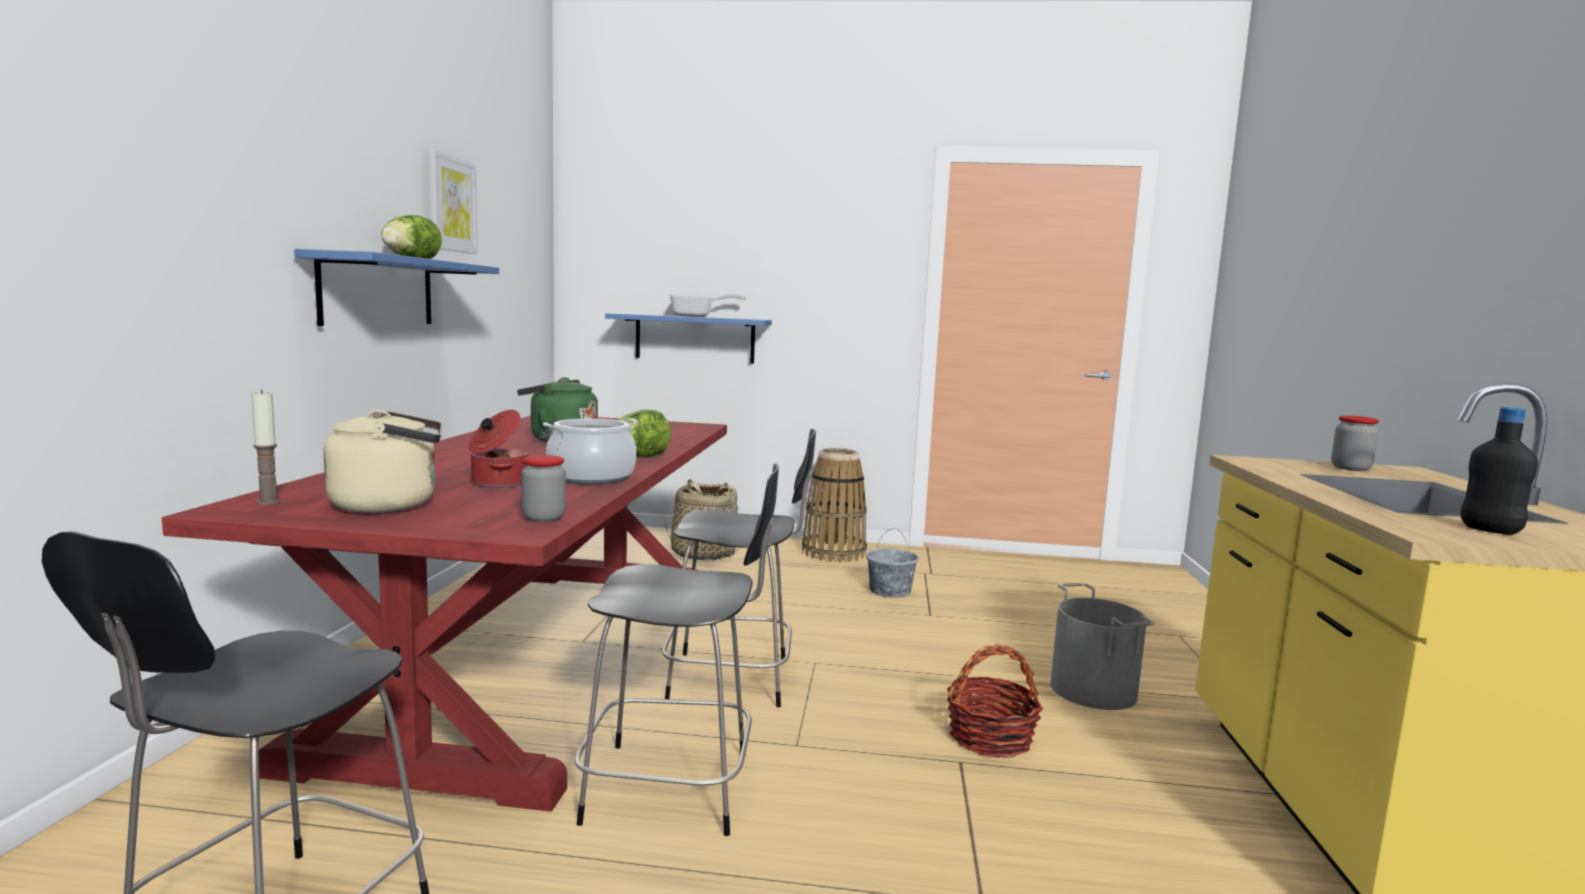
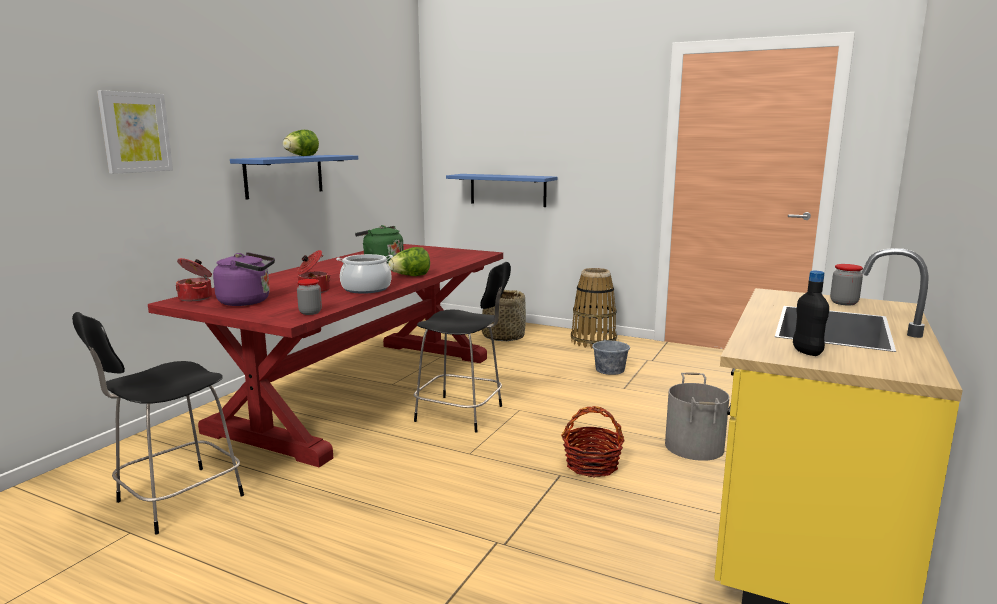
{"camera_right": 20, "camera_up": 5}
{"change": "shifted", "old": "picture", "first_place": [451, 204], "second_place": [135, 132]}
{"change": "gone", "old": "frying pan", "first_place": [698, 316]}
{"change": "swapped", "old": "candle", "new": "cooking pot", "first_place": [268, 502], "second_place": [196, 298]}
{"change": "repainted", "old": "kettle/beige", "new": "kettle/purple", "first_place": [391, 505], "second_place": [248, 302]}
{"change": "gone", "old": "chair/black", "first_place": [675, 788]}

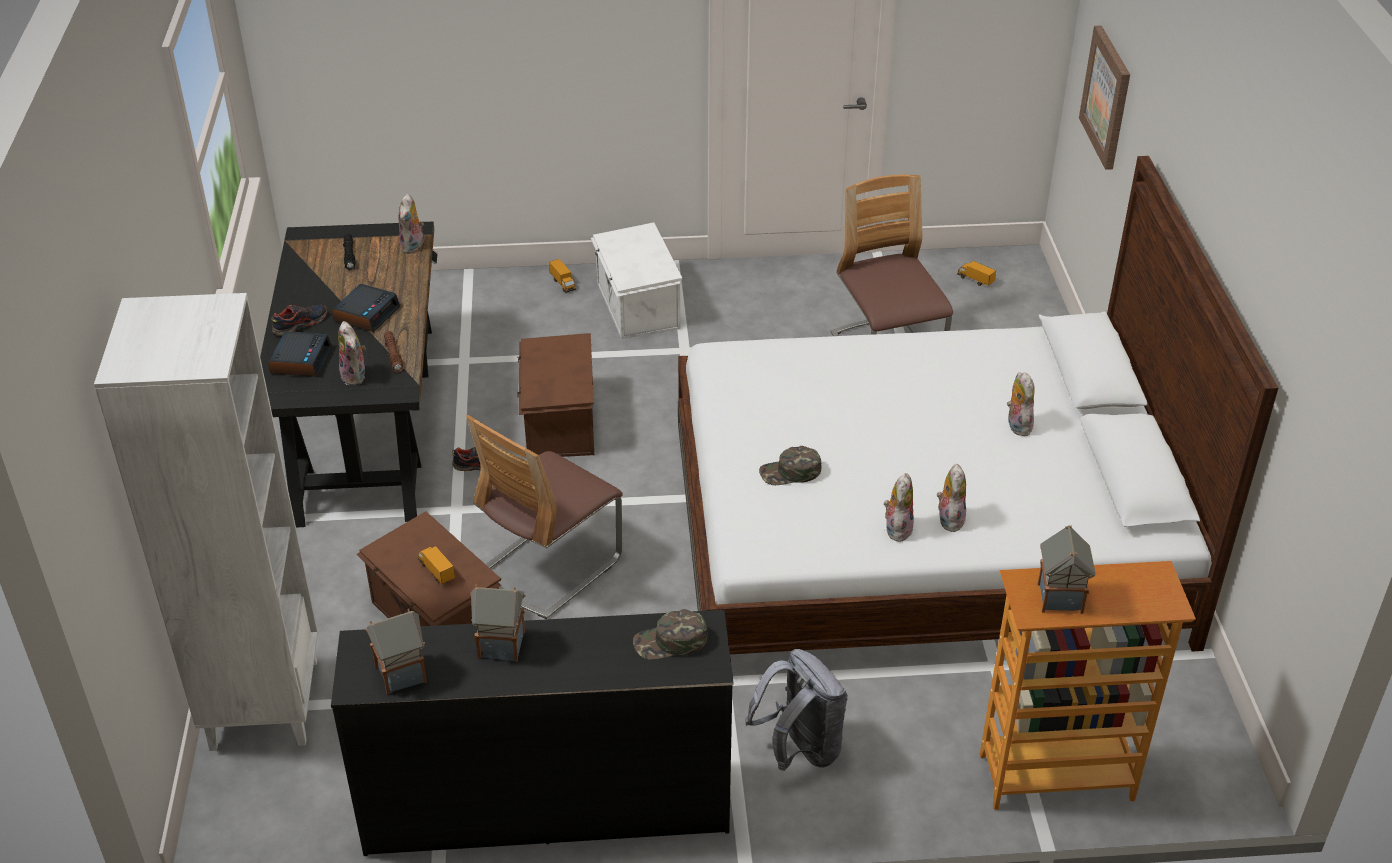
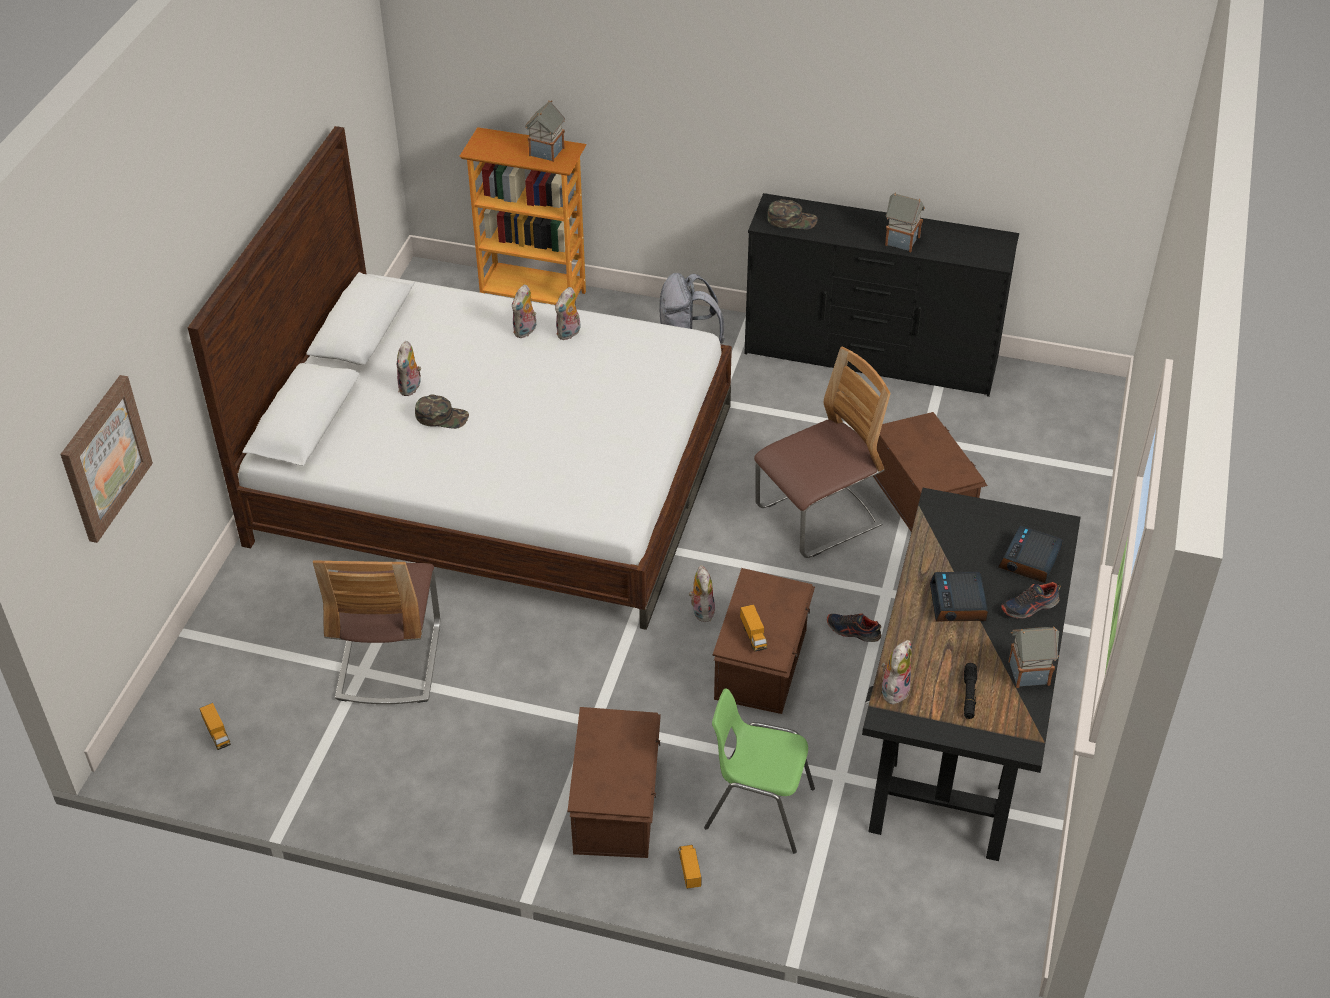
{"camera_right": -160, "camera_up": 5}
{"change": "repainted", "old": "storage box/white", "new": "storage box/brown", "first_place": [636, 306], "second_place": [617, 804]}
{"change": "rotated", "old": "alarm clock", "first_place": [367, 314], "second_place": [958, 603], "degrees": -45}
{"change": "gone", "old": "bookcase/white", "first_place": [263, 703]}
{"change": "shifted", "old": "plush toy", "first_place": [356, 376], "second_place": [701, 610]}
{"change": "gone", "old": "flashlight/brown", "first_place": [393, 355]}
{"change": "shifted", "old": "cap/green", "first_place": [790, 472], "second_place": [442, 417]}
{"change": "shifted", "old": "toy truck", "first_place": [436, 571], "second_place": [753, 635]}
{"change": "shifted", "old": "toy house", "first_place": [402, 673], "second_place": [1027, 673]}
{"change": "new", "new": "chair/green", "second_place": [758, 808]}

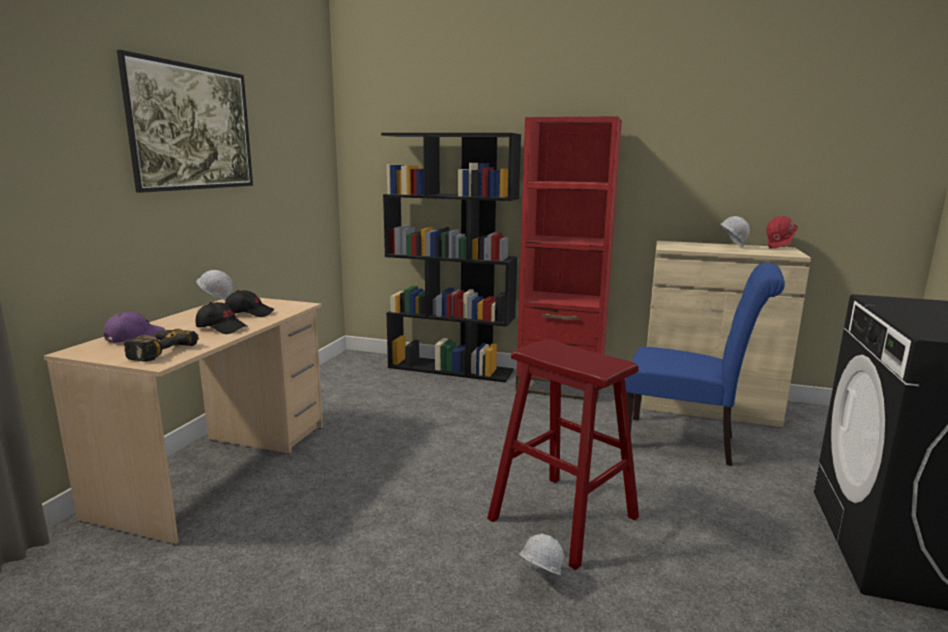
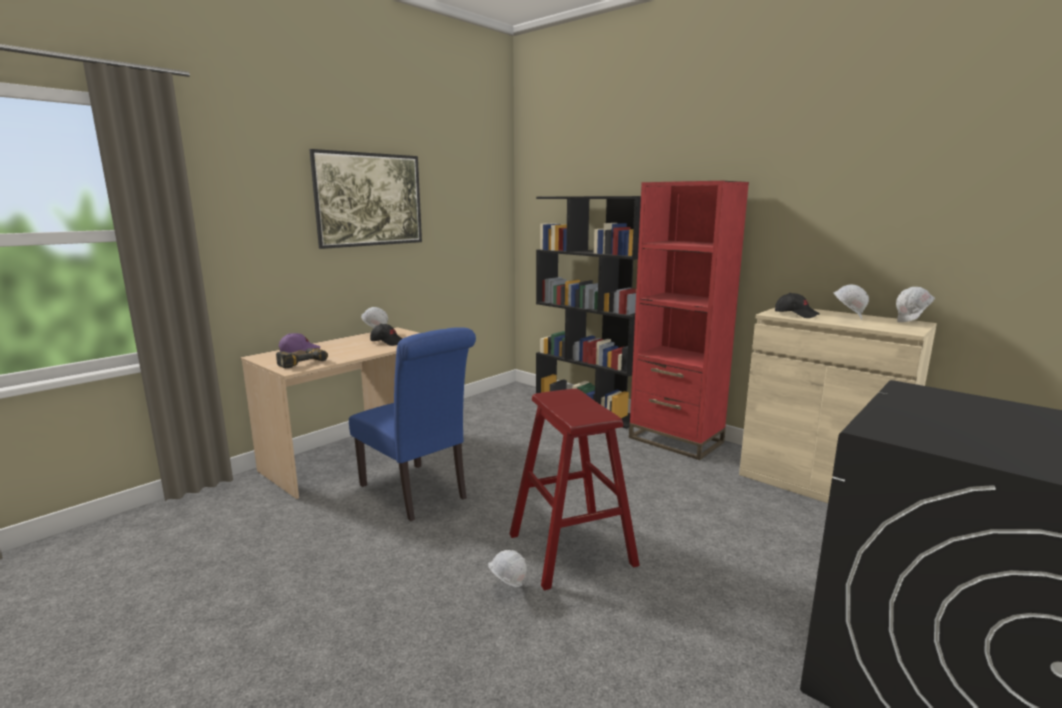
{"camera_right": 25, "camera_up": 0}
{"change": "repainted", "old": "hard hat/red", "new": "hard hat/white", "first_place": [779, 248], "second_place": [912, 322]}
{"change": "shifted", "old": "chair/blue", "first_place": [687, 442], "second_place": [417, 493]}
{"change": "shifted", "old": "cap/black", "first_place": [222, 328], "second_place": [796, 314]}

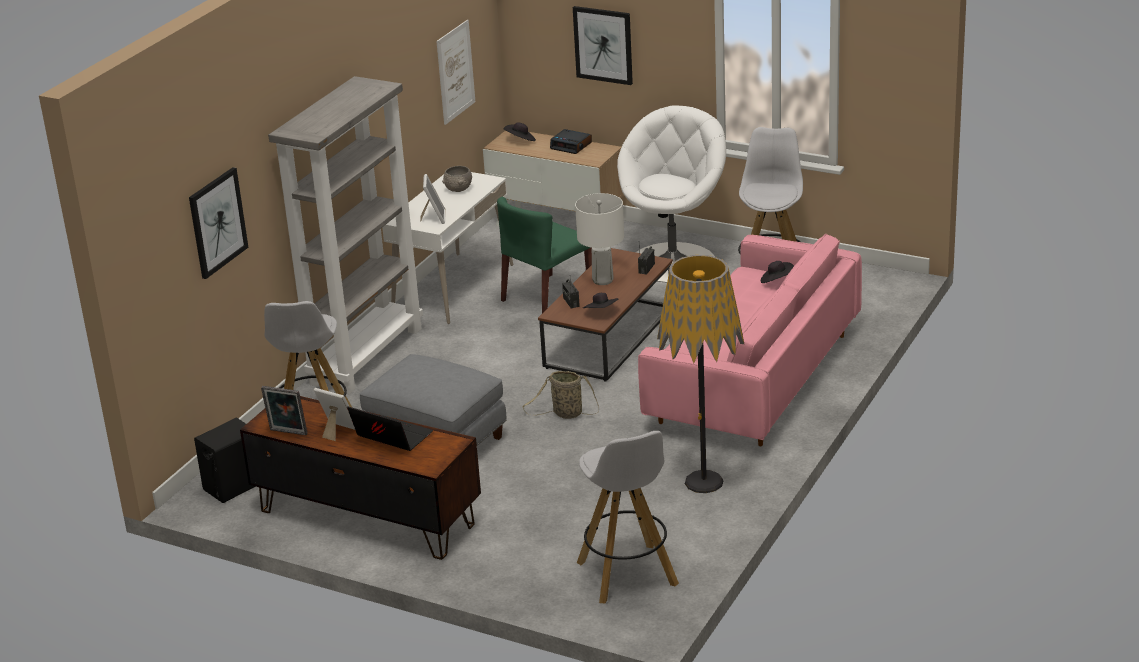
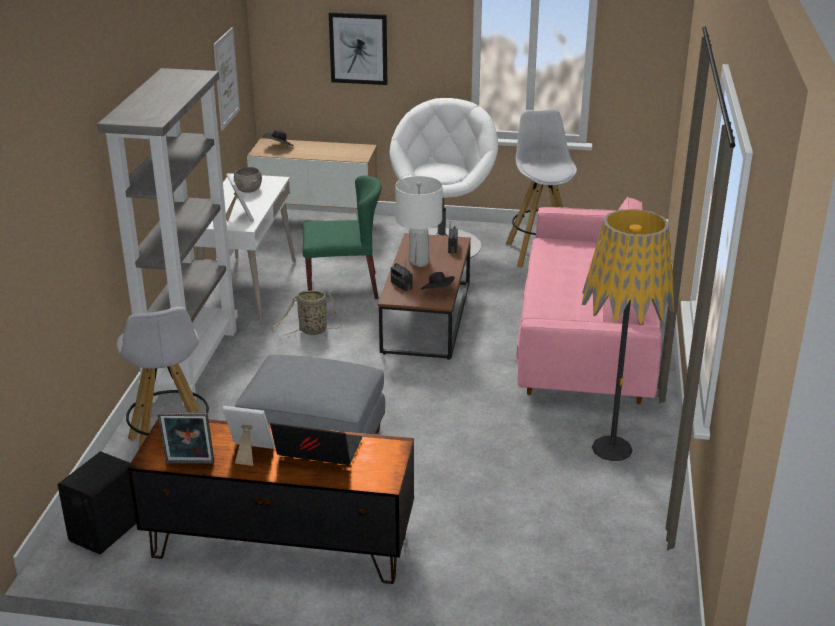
{"camera_right": -20, "camera_up": 0}
{"change": "gone", "old": "alarm clock", "first_place": [571, 146]}
{"change": "gone", "old": "picture", "first_place": [217, 222]}
{"change": "rotated", "old": "chair/green", "first_place": [546, 296], "second_place": [343, 286], "degrees": -120}
{"change": "gone", "old": "hat/black", "first_place": [776, 281]}
{"change": "shifted", "old": "basket", "first_place": [565, 414], "second_place": [311, 331]}
{"change": "gone", "old": "stool/white", "first_place": [628, 575]}

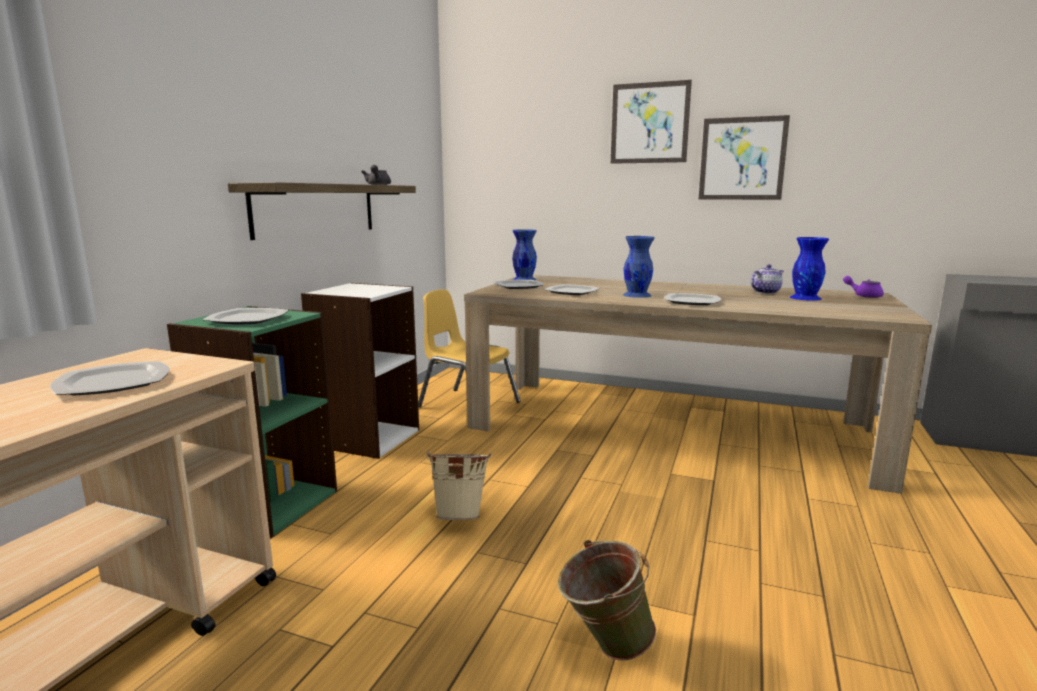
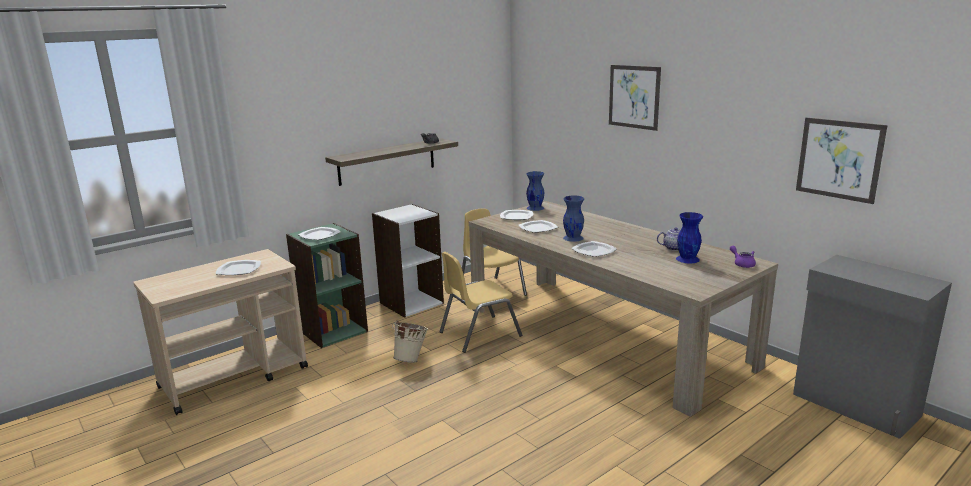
{"camera_right": 30, "camera_up": 5}
{"change": "shifted", "old": "picture", "first_place": [742, 159], "second_place": [839, 159]}
{"change": "gone", "old": "bucket/green", "first_place": [603, 646]}
{"change": "new", "new": "chair/yellow", "second_place": [479, 334]}

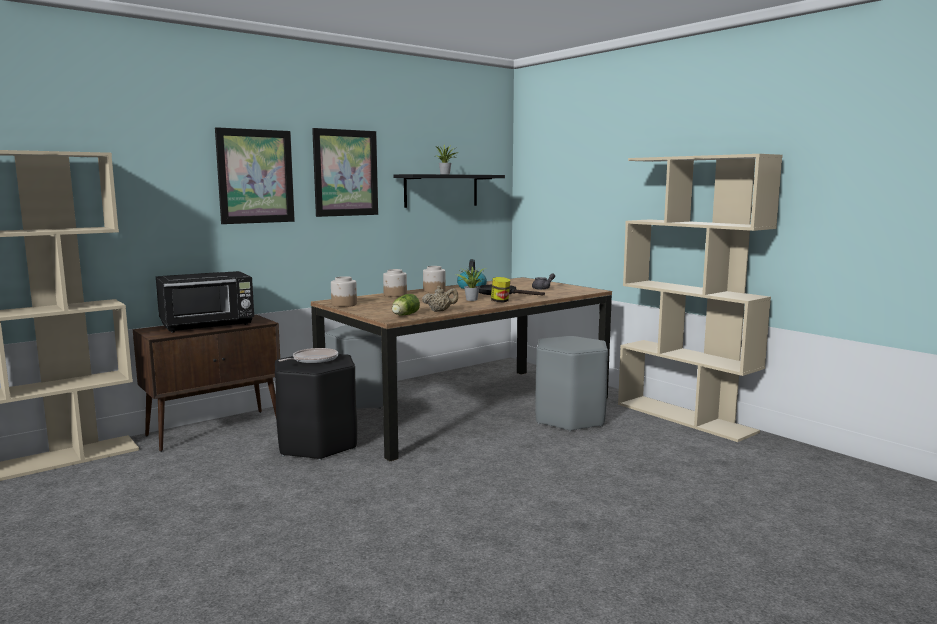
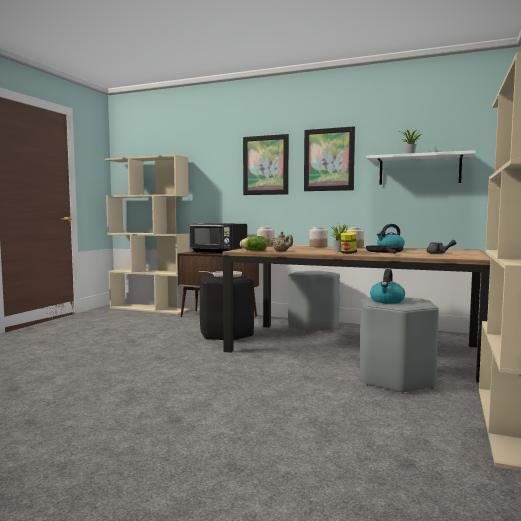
{"camera_right": 60, "camera_up": -5}
{"change": "repainted", "old": "shelf/black", "new": "shelf/white", "first_place": [441, 190], "second_place": [419, 170]}
{"change": "new", "new": "kettle", "second_place": [387, 301]}

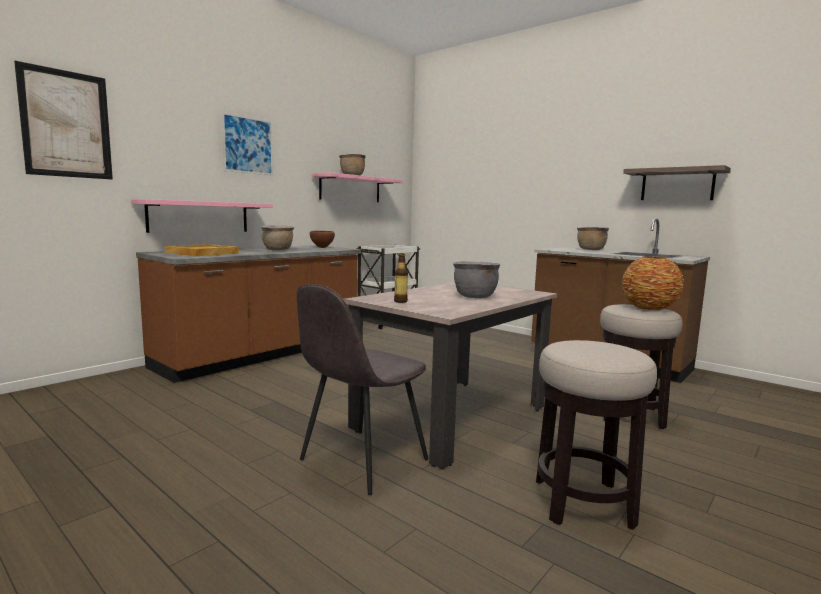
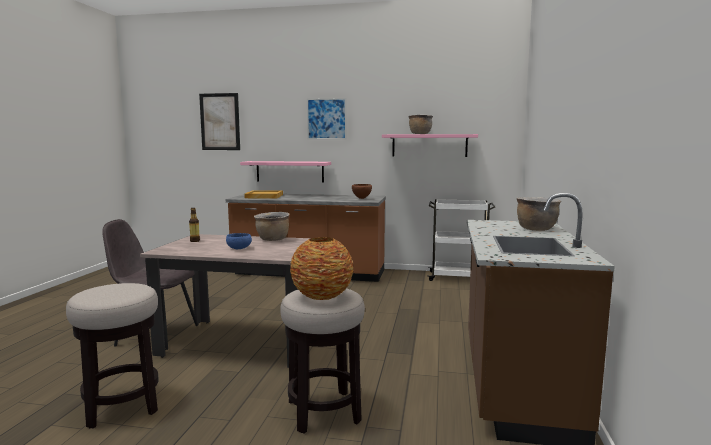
{"camera_right": 60, "camera_up": 0}
{"change": "gone", "old": "shelf", "first_place": [677, 185]}
{"change": "shifted", "old": "cooking pot/brown", "first_place": [278, 250], "second_place": [272, 240]}
{"change": "swapped", "old": "cooking pot/grey", "new": "bowl/blue", "first_place": [474, 297], "second_place": [238, 248]}

